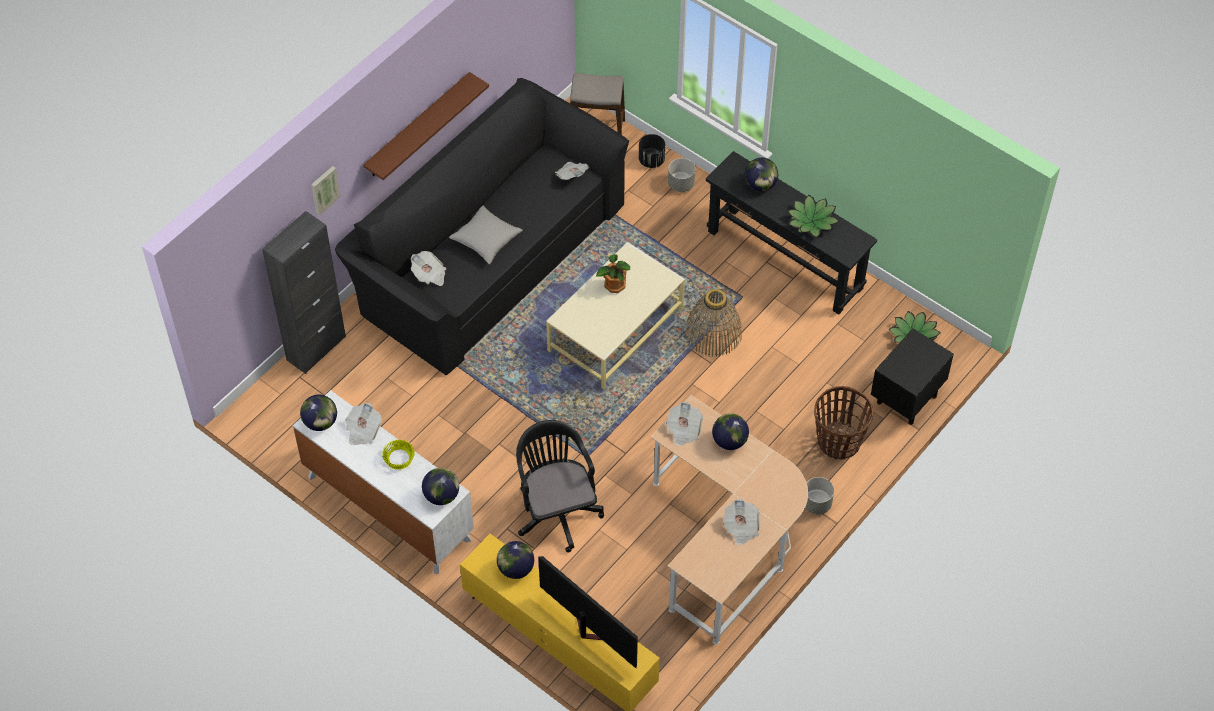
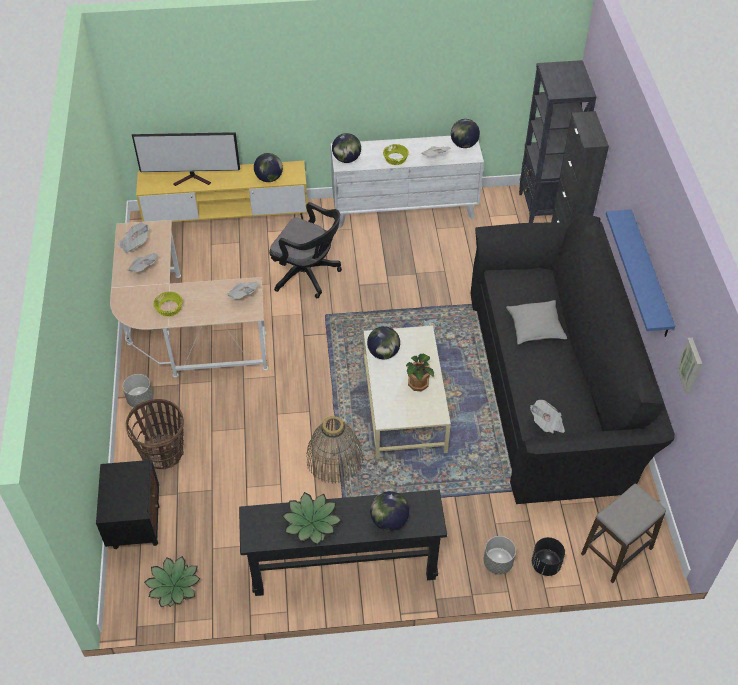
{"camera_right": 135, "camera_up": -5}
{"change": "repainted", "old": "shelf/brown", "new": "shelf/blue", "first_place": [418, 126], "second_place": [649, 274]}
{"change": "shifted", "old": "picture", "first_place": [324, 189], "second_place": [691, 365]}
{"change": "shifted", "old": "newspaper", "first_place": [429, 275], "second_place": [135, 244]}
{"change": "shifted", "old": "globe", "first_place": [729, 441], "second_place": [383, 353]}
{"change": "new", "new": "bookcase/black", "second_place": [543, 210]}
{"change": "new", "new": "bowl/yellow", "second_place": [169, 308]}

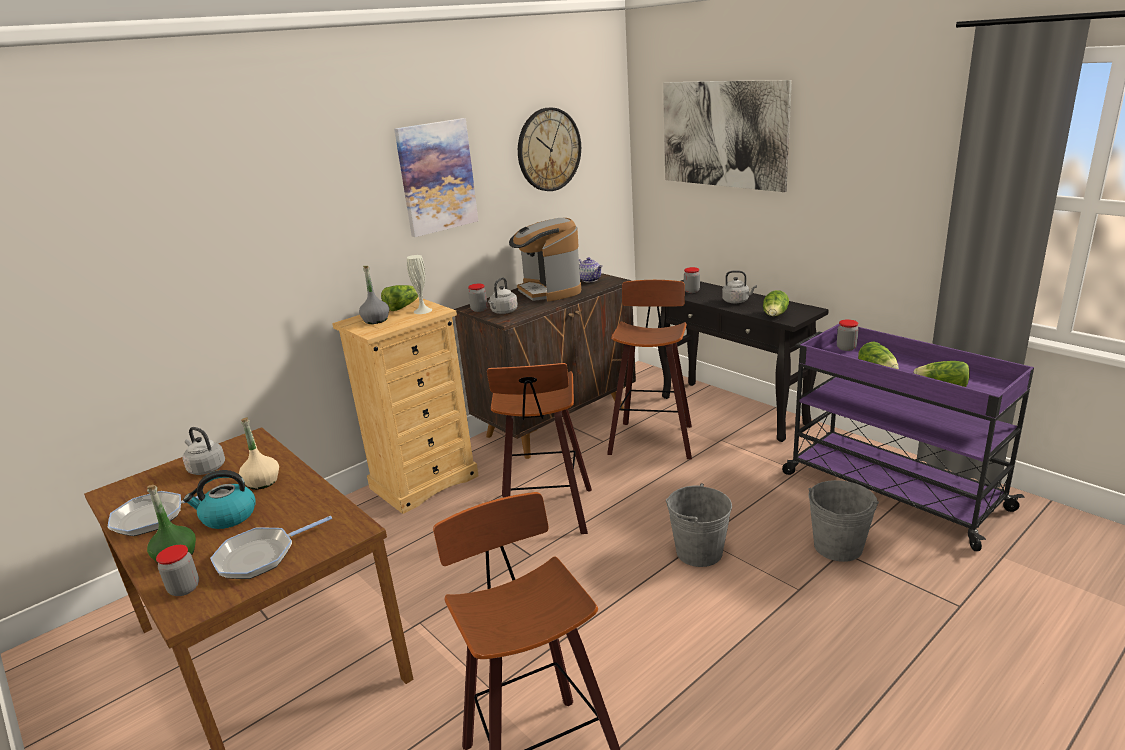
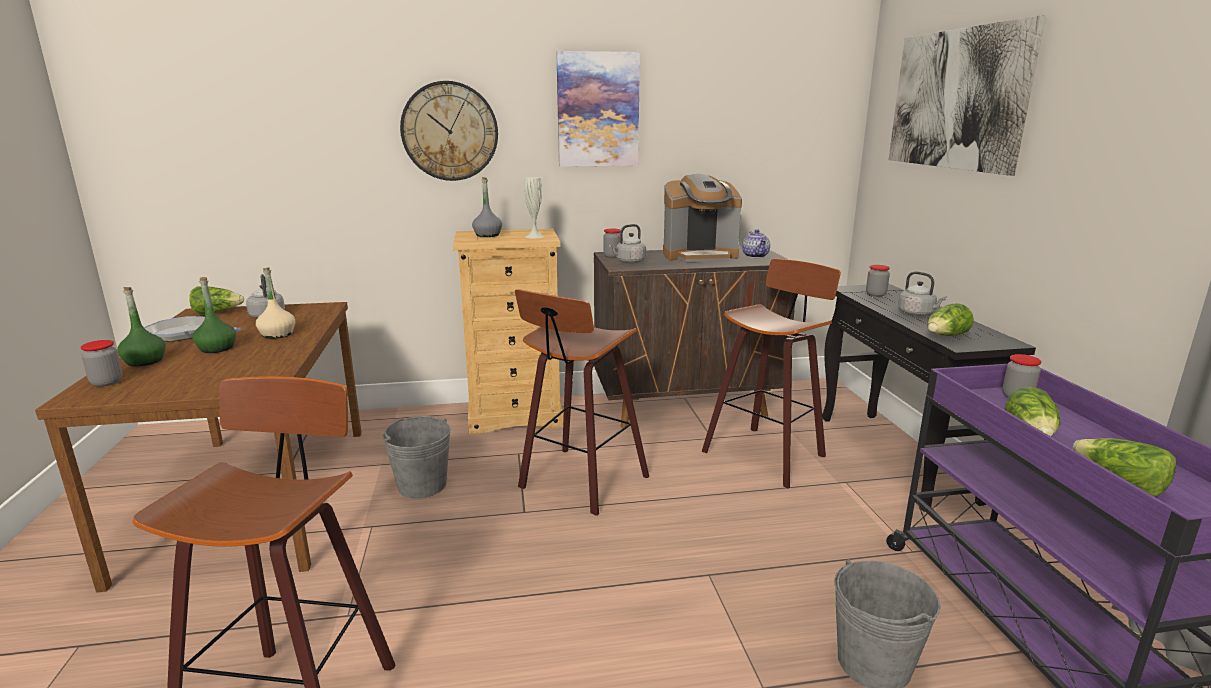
{"camera_right": 30, "camera_up": -5}
{"change": "shifted", "old": "wall clock", "first_place": [549, 149], "second_place": [450, 131]}
{"change": "rotated", "old": "coffee machine", "first_place": [549, 291], "second_place": [700, 256], "degrees": -105}
{"change": "shifted", "old": "lettuce", "first_place": [402, 307], "second_place": [217, 313]}
{"change": "swapped", "old": "kettle", "new": "bottle/green", "first_place": [228, 517], "second_place": [217, 348]}
{"change": "shifted", "old": "bucket/grey", "first_place": [699, 552], "second_place": [422, 485]}
{"change": "gone", "old": "frying pan", "first_place": [260, 556]}

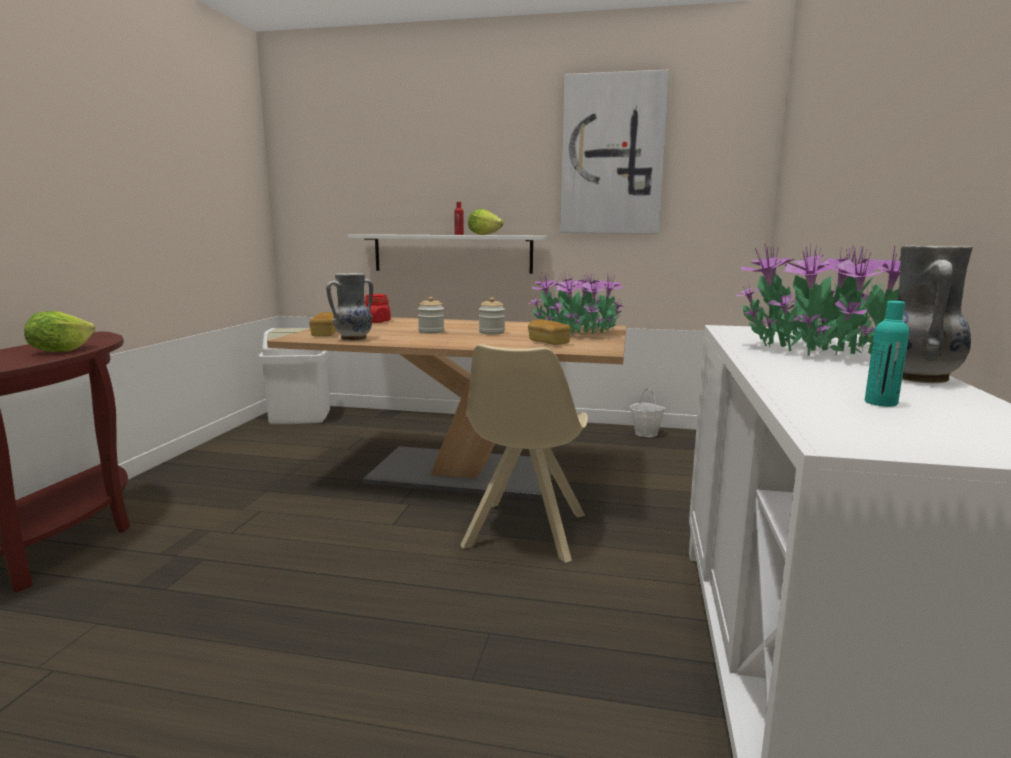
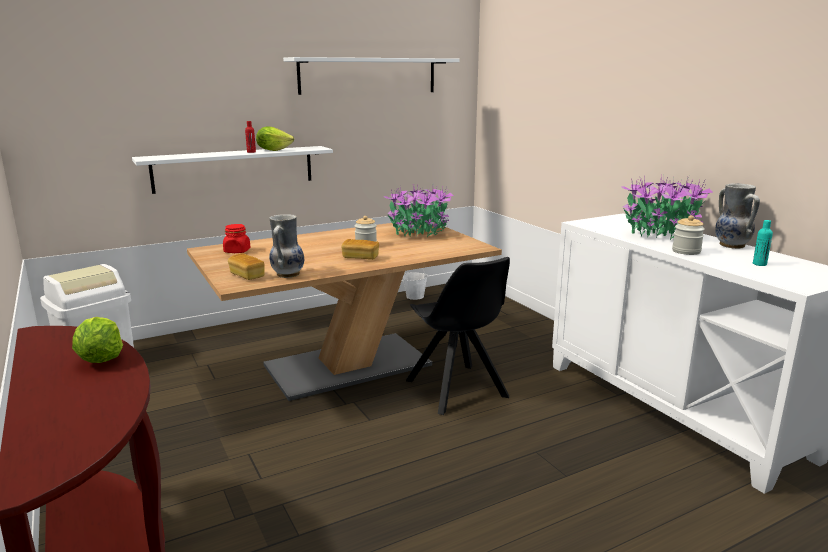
{"camera_right": -40, "camera_up": 5}
{"change": "swapped", "old": "picture", "new": "shelf/white", "first_place": [612, 155], "second_place": [368, 75]}
{"change": "shifted", "old": "jar", "first_place": [431, 332], "second_place": [686, 251]}
{"change": "shifted", "old": "bread", "first_place": [548, 343], "second_place": [360, 257]}
{"change": "repainted", "old": "chair/beige", "new": "chair/black", "first_place": [524, 532], "second_place": [457, 390]}

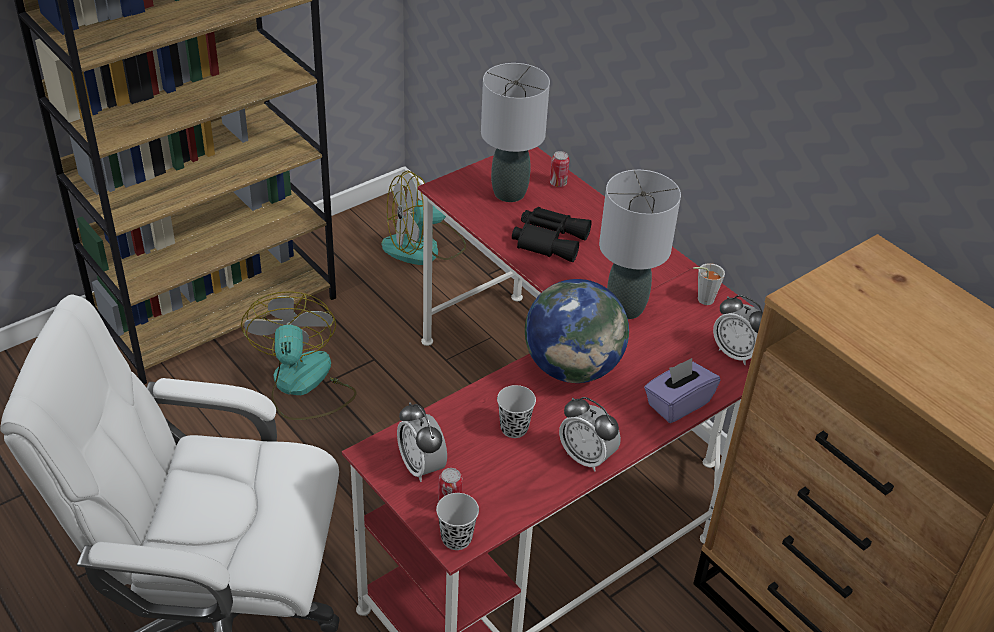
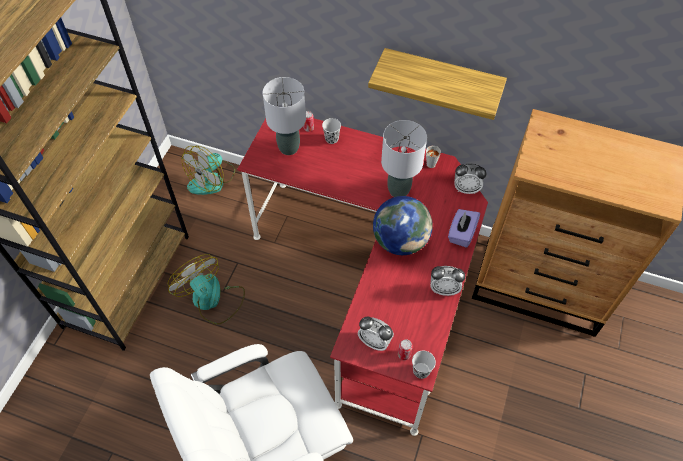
{"camera_right": -30, "camera_up": 15}
{"change": "gone", "old": "binoculars/black", "first_place": [549, 239]}
{"change": "shifted", "old": "cup/black", "first_place": [514, 428], "second_place": [331, 139]}
{"change": "new", "new": "shelf", "second_place": [441, 79]}

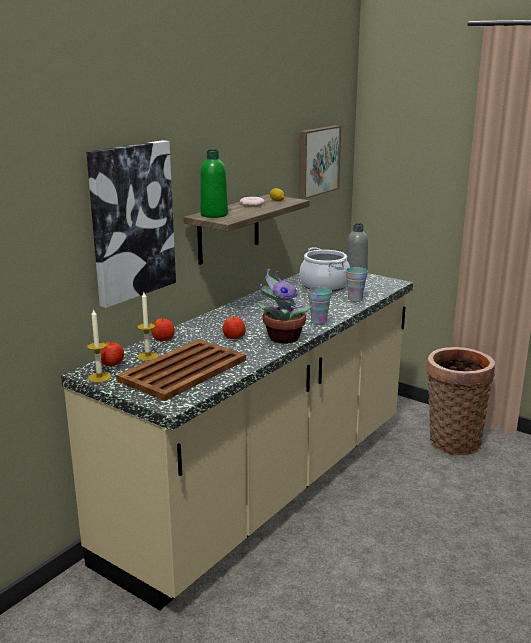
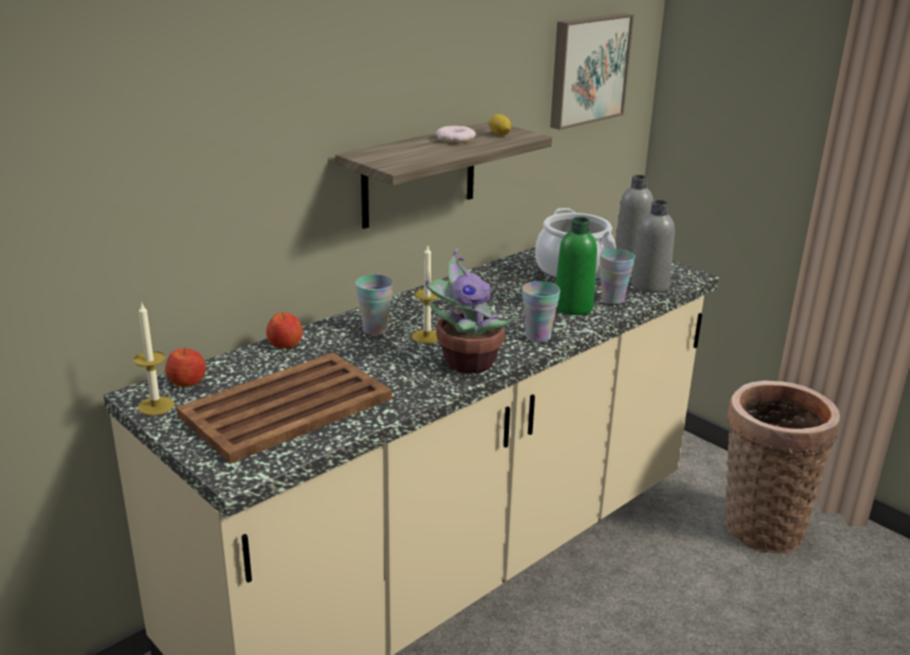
{"camera_right": 10, "camera_up": 5}
{"change": "gone", "old": "picture", "first_place": [131, 221]}
{"change": "shifted", "old": "bottle/green", "first_place": [214, 215], "second_place": [573, 307]}
{"change": "shifted", "old": "candle", "first_place": [148, 356], "second_place": [427, 336]}
{"change": "gone", "old": "apple", "first_place": [234, 337]}
{"change": "new", "new": "bottle/grey", "second_place": [649, 286]}
{"change": "new", "new": "cup", "second_place": [375, 329]}

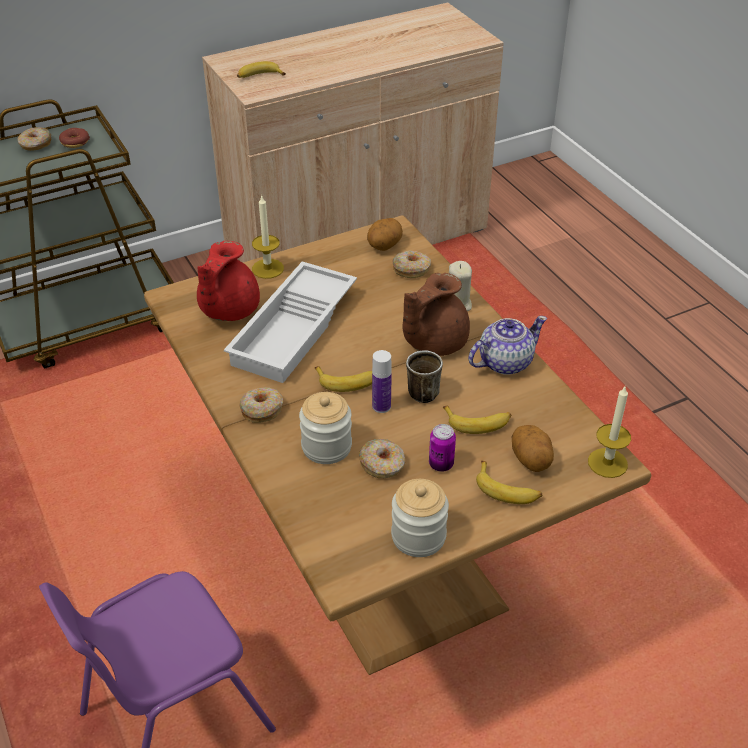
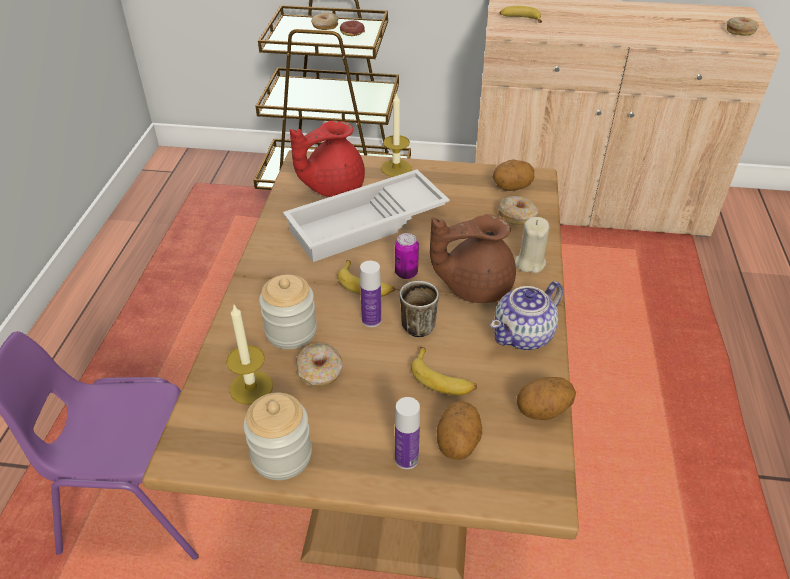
{"camera_right": 35, "camera_up": 0}
{"change": "rotated", "old": "teapot", "first_place": [504, 362], "second_place": [524, 335], "degrees": 135}
{"change": "shifted", "old": "candle", "first_place": [607, 463], "second_place": [251, 387]}
{"change": "shifted", "old": "donut", "first_place": [262, 409], "second_place": [740, 31]}
{"change": "shifted", "old": "can", "first_place": [441, 464], "second_place": [406, 273]}
{"change": "swapped", "old": "banana", "new": "bottle", "first_place": [507, 490], "second_place": [406, 459]}
{"change": "new", "new": "potato", "second_place": [543, 411]}

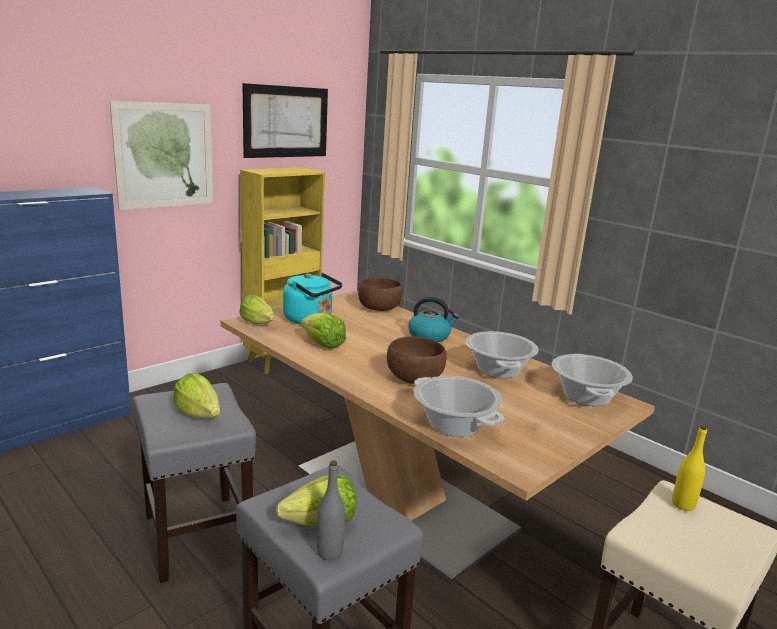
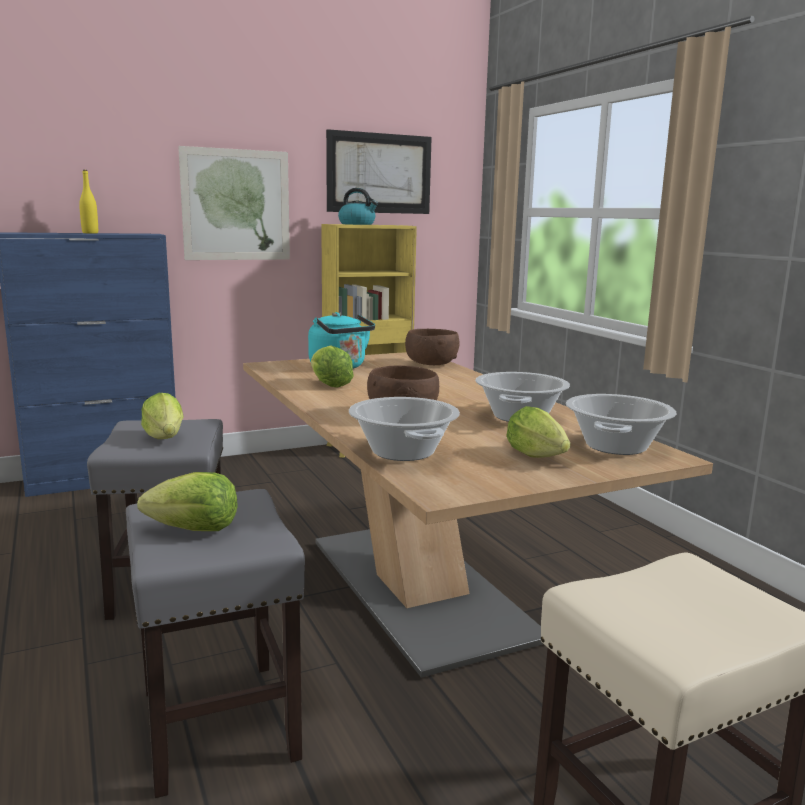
{"camera_right": 20, "camera_up": -5}
{"change": "shifted", "old": "lettuce", "first_place": [259, 324], "second_place": [539, 458]}
{"change": "shifted", "old": "kettle", "first_place": [430, 336], "second_place": [357, 224]}
{"change": "shifted", "old": "bottle/yellow", "first_place": [683, 504], "second_place": [90, 233]}
{"change": "gone", "old": "bottle/grey", "first_place": [329, 552]}

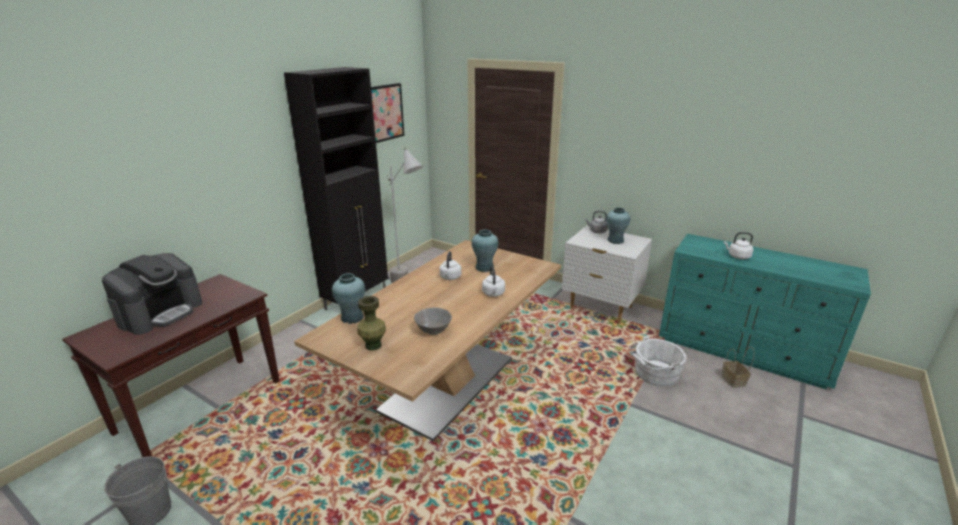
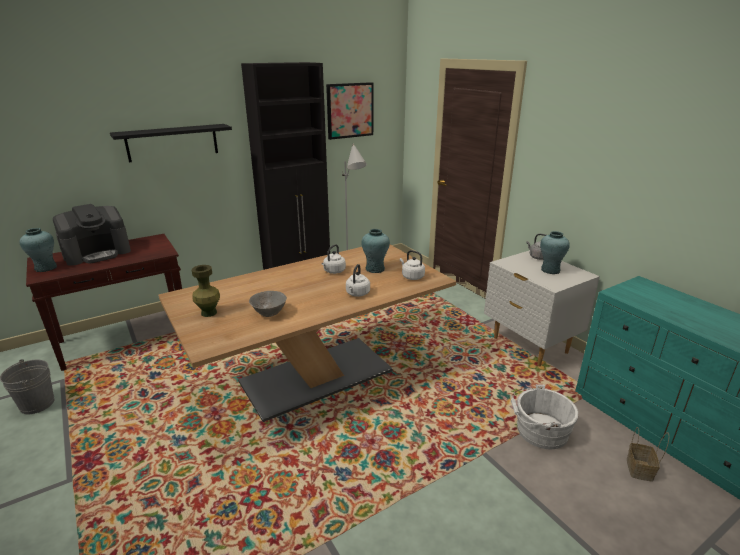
{"camera_right": 25, "camera_up": 0}
{"change": "shifted", "old": "kettle/white", "first_place": [737, 256], "second_place": [412, 276]}
{"change": "shifted", "old": "vase/turquoise", "first_place": [352, 318], "second_place": [46, 268]}
{"change": "new", "new": "shelf/black", "second_place": [172, 142]}

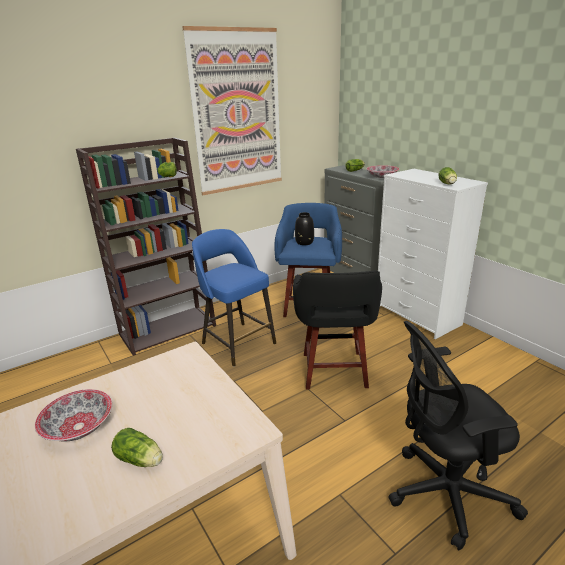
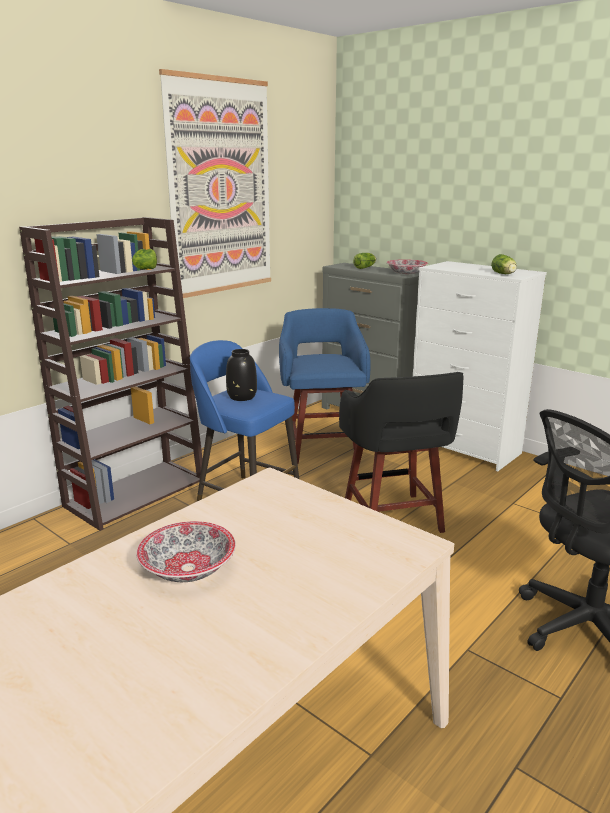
{"camera_right": -15, "camera_up": -5}
{"change": "shifted", "old": "vase/black", "first_place": [304, 242], "second_place": [242, 397]}
{"change": "gone", "old": "lettuce", "first_place": [141, 460]}

